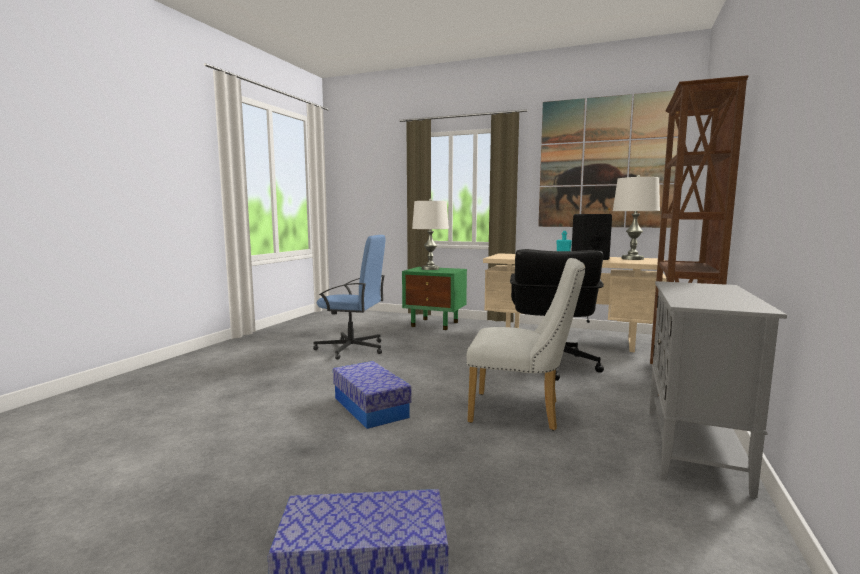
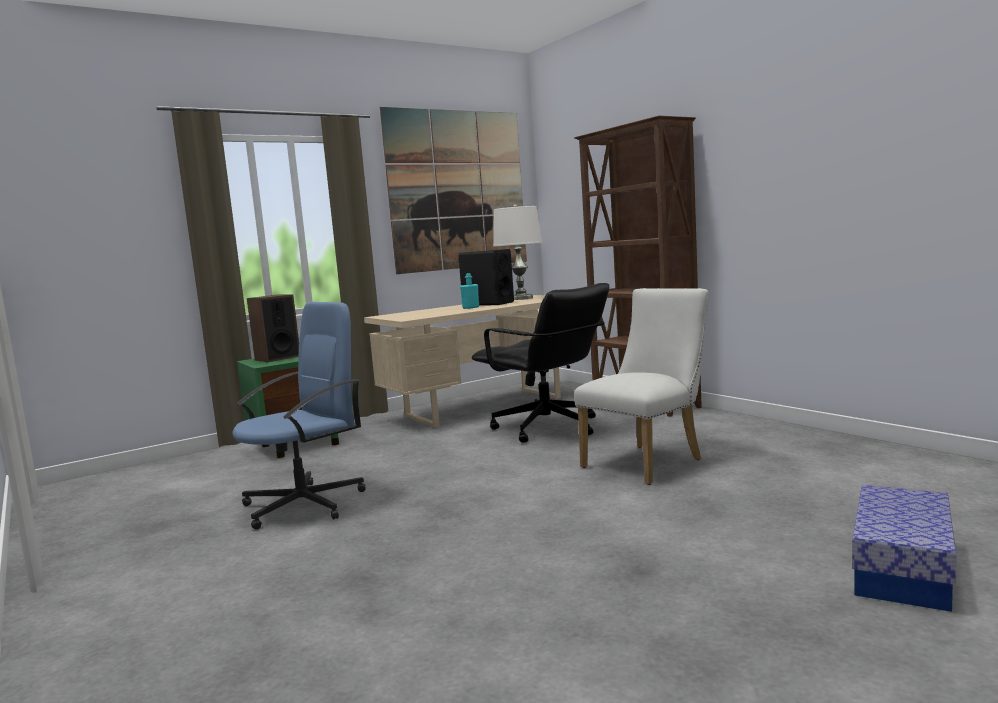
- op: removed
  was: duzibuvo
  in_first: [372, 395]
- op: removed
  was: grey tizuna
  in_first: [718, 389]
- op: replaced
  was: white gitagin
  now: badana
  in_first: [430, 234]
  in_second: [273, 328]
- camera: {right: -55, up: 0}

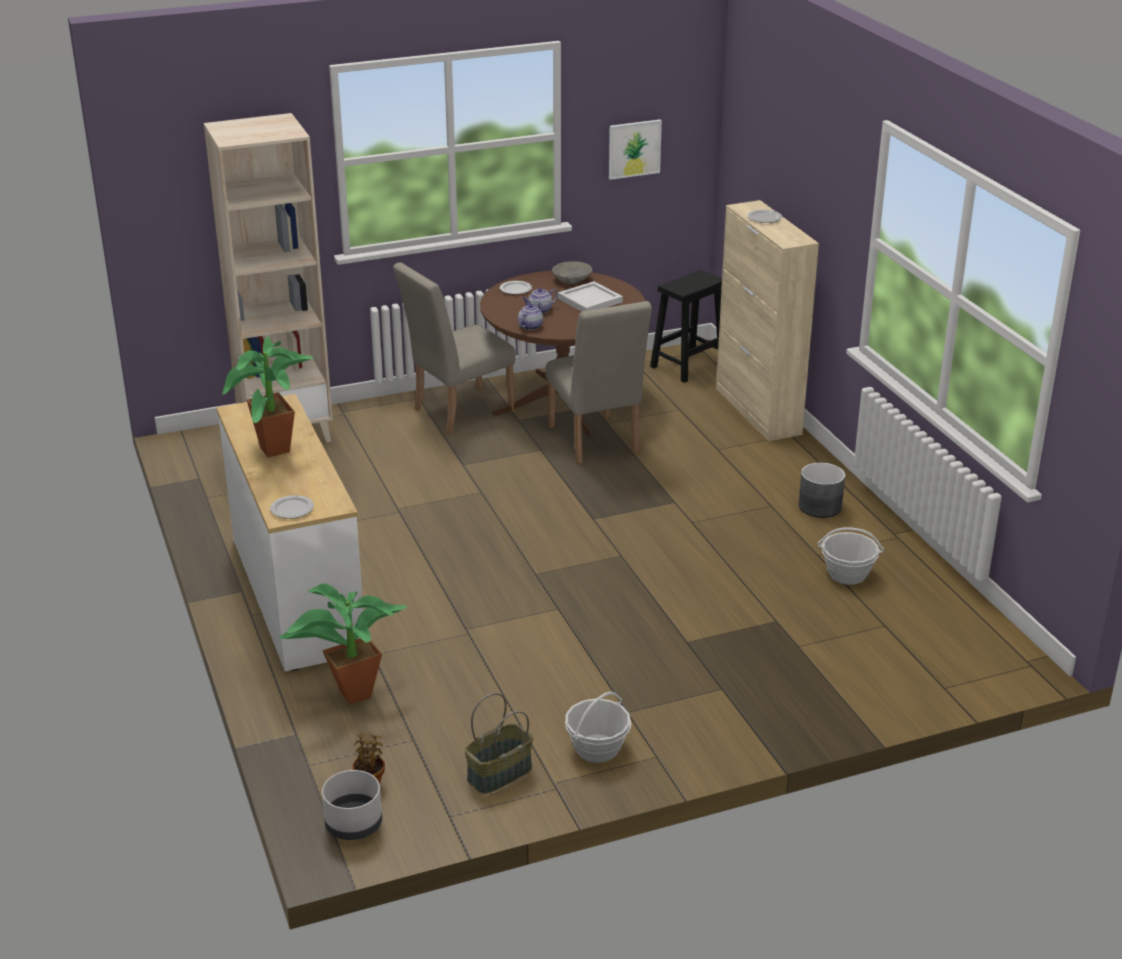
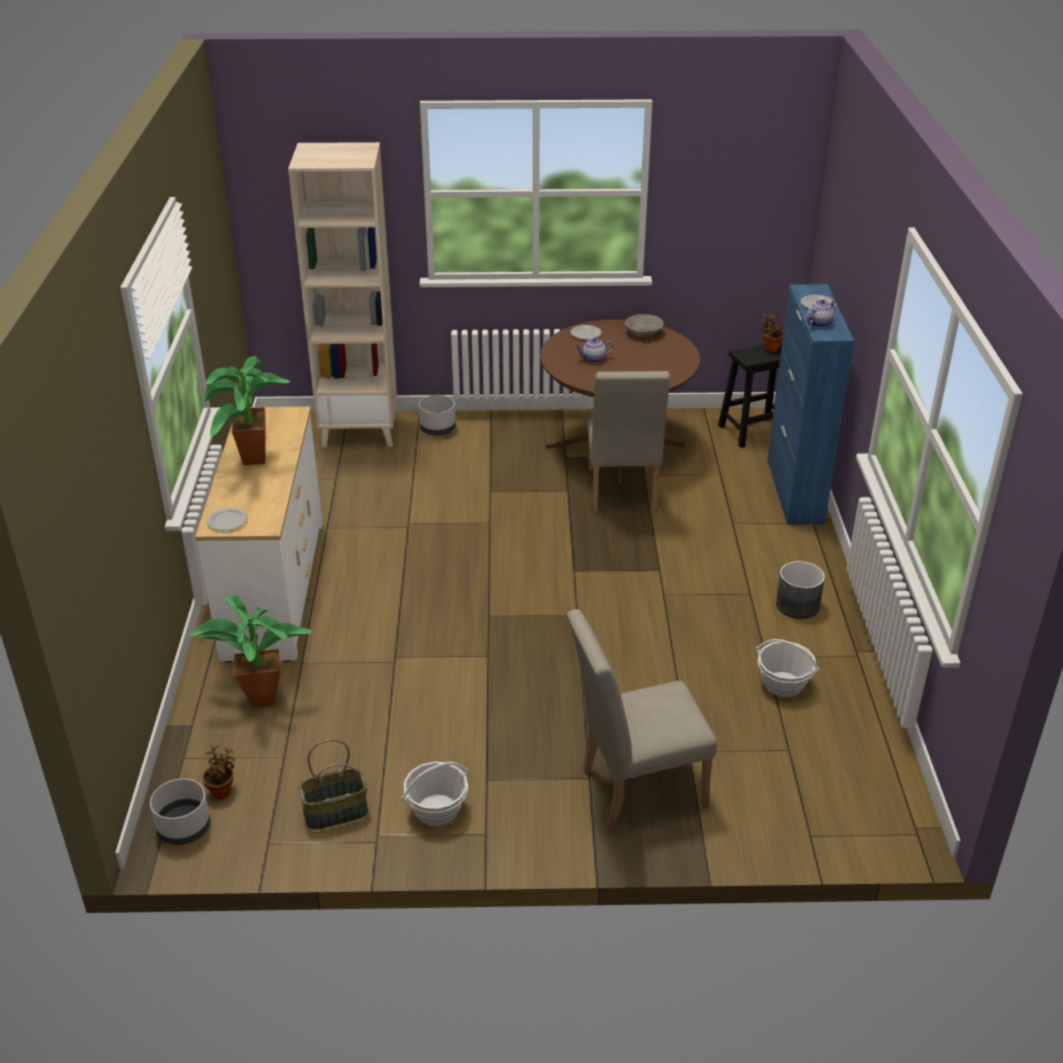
- op: removed
  was: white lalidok
  in_first: [590, 296]
- op: removed
  was: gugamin
  in_first: [635, 150]
- op: added
  now: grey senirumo
  in_second: [437, 415]
- op: added
  now: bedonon
  in_second: [772, 333]
- op: moved
  was: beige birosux
  in_first: [454, 348]
  in_second: [642, 719]
- op: moved
  was: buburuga
  in_first: [530, 316]
  in_second: [821, 313]
- op: recoloured
  was: beige tizuna
  now: blue tizuna
  in_first: [767, 320]
  in_second: [810, 404]
- camera: {right: 20, up: 5}

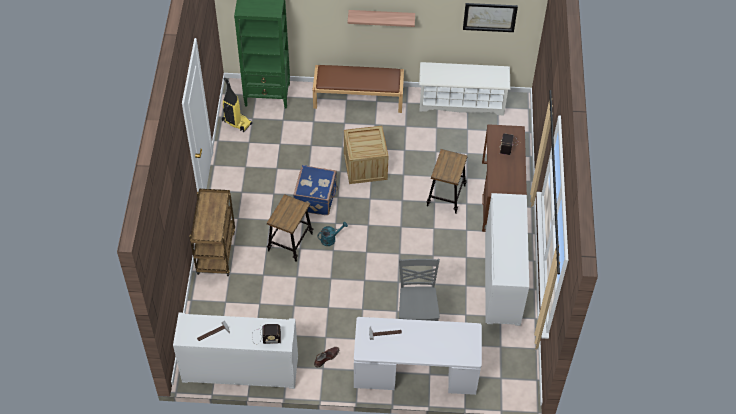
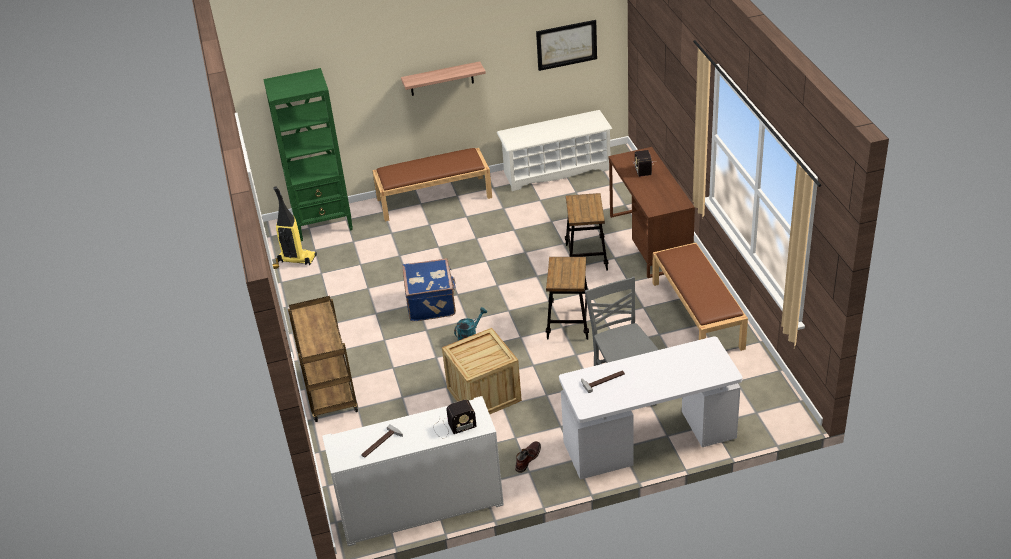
- op: moved
  was: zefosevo
  in_first: [290, 228]
  in_second: [567, 298]
- op: moved
  was: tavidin
  in_first: [366, 155]
  in_second: [482, 371]
- op: replaced
  was: white tizuna
  now: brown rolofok
  in_first: [507, 259]
  in_second: [700, 297]
- camera: {right: -15, up: -15}

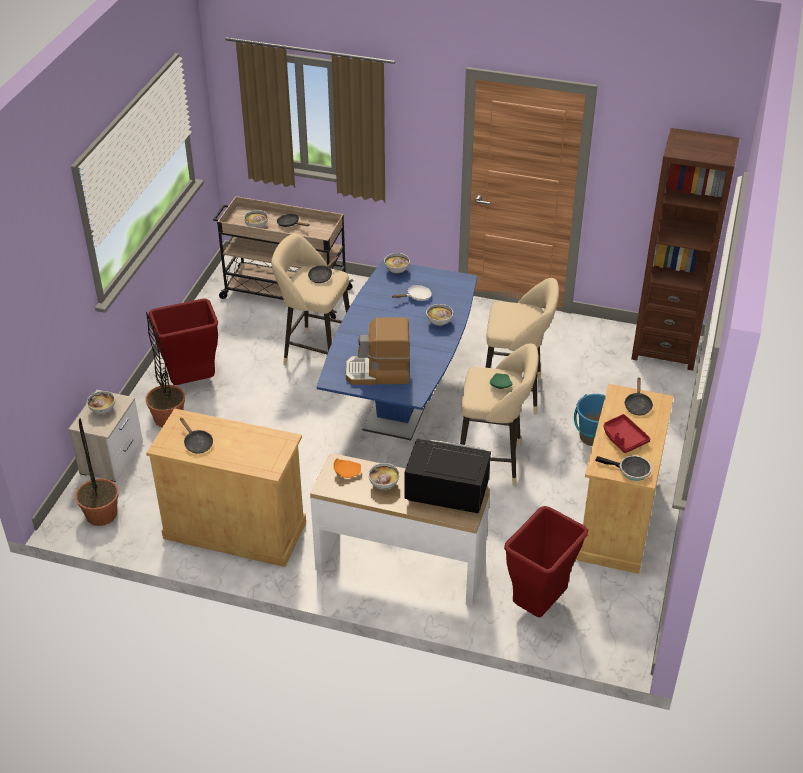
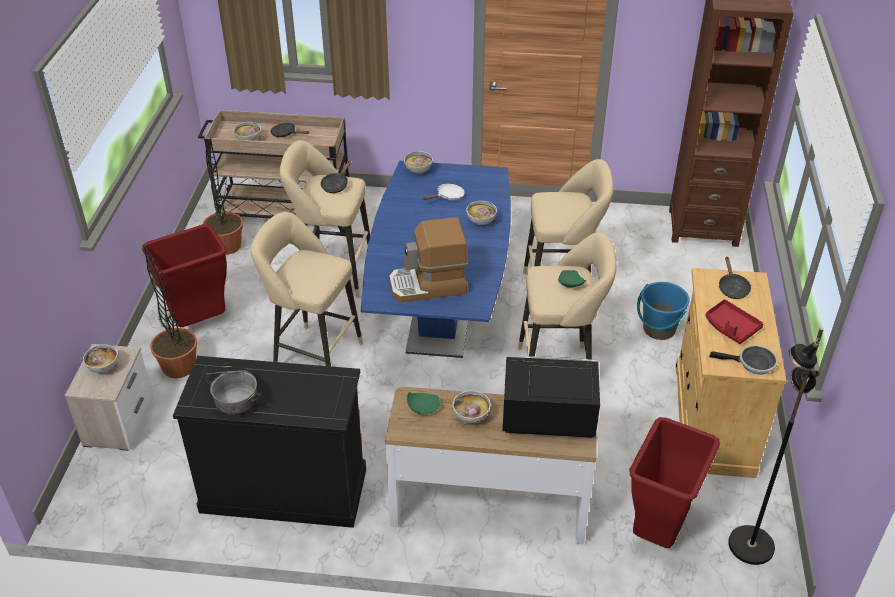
- op: added
  now: beige zefosevo
  in_second: [307, 289]
- op: added
  now: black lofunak
  in_second: [776, 446]
- op: moved
  was: bedonon
  in_first: [96, 472]
  in_second: [223, 196]
- op: replaced
  was: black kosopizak
  now: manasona
  in_first: [196, 436]
  in_second: [234, 389]
- op: recoloured
  was: beige tizuna
  now: black tizuna
  in_first: [226, 487]
  in_second: [269, 442]
- op: recoloured
  was: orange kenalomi
  now: green kenalomi
  in_first: [347, 468]
  in_second: [424, 403]
- camera: {right: -10, up: 0}

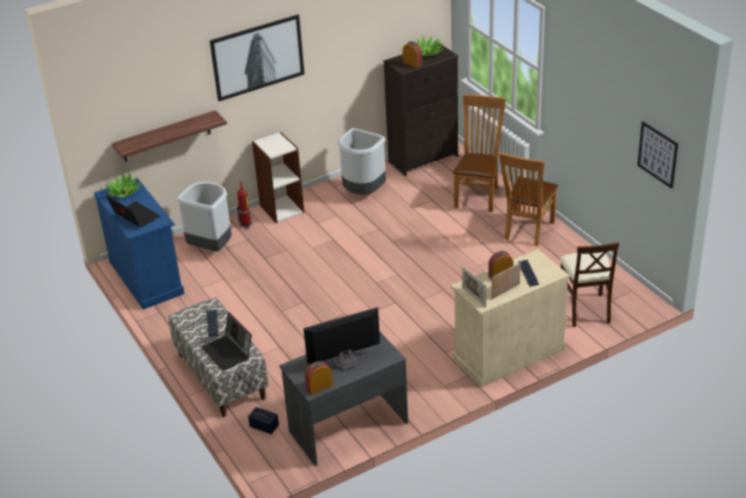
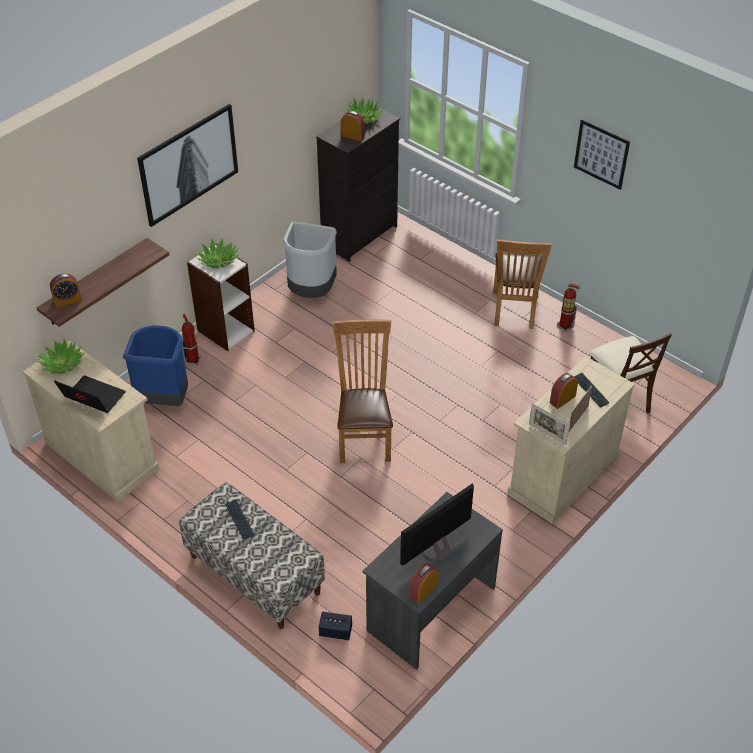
- op: removed
  was: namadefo
  in_first: [226, 341]
- op: added
  now: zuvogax
  in_second: [66, 290]
- op: added
  now: bedonon
  in_second: [218, 253]
- op: added
  now: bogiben
  in_second: [568, 307]
- op: moved
  was: brown birosux
  in_first: [479, 153]
  in_second: [363, 391]
- op: moved
  was: gugamin
  in_first: [657, 155]
  in_second: [602, 155]
- op: recoloured
  was: blue tizuna
  now: beige tizuna
  in_first: [139, 244]
  in_second: [91, 421]
- op: recoloured
  was: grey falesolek
  now: blue falesolek
  in_first: [204, 216]
  in_second: [155, 365]
- camera: {right: -20, up: 10}

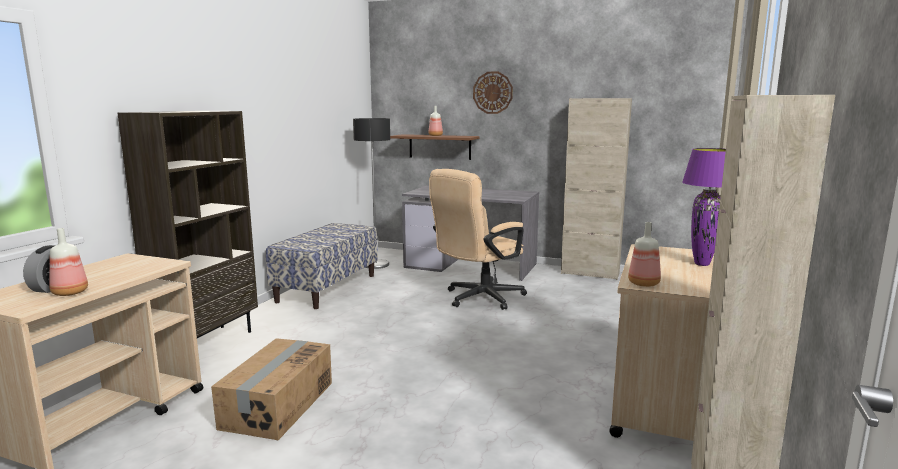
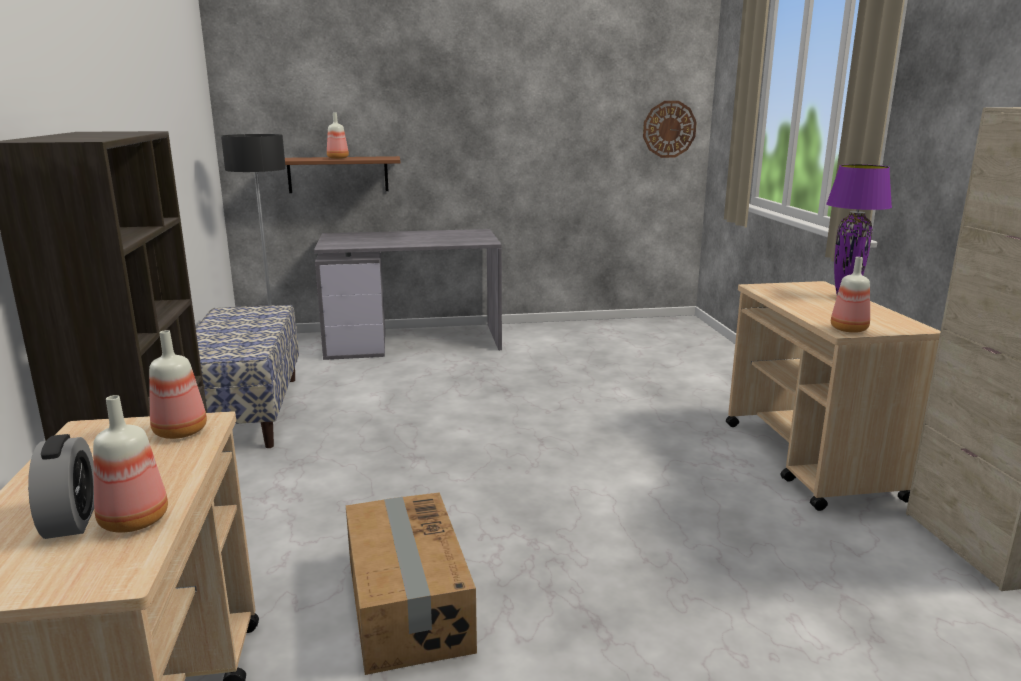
- op: removed
  was: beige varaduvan
  in_first: [478, 239]
- op: removed
  was: beige tizuna
  in_first: [596, 189]
- op: added
  now: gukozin
  in_second: [178, 384]
- op: moved
  was: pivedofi
  in_first: [493, 92]
  in_second: [670, 129]
- camera: {right: -30, up: 5}

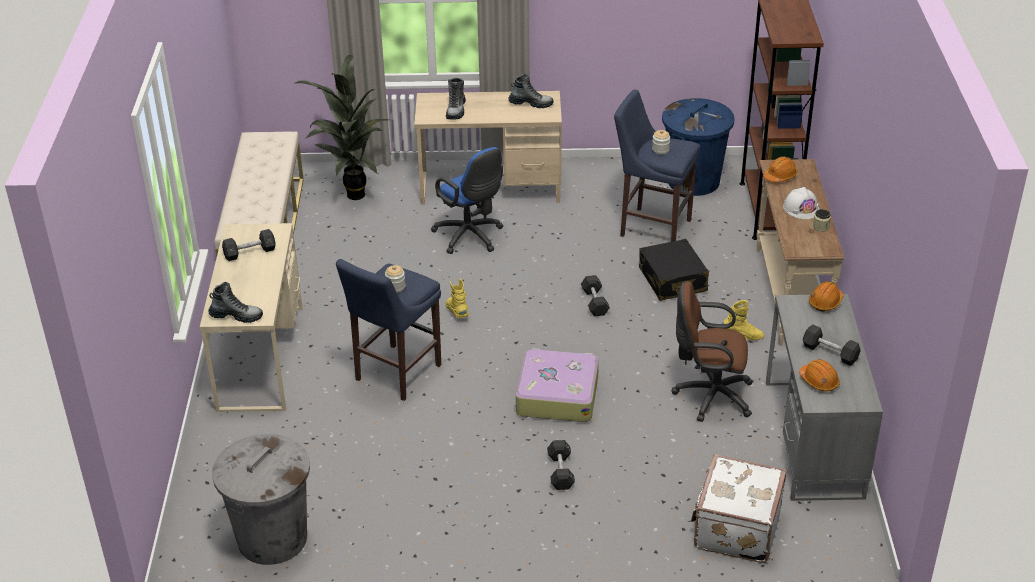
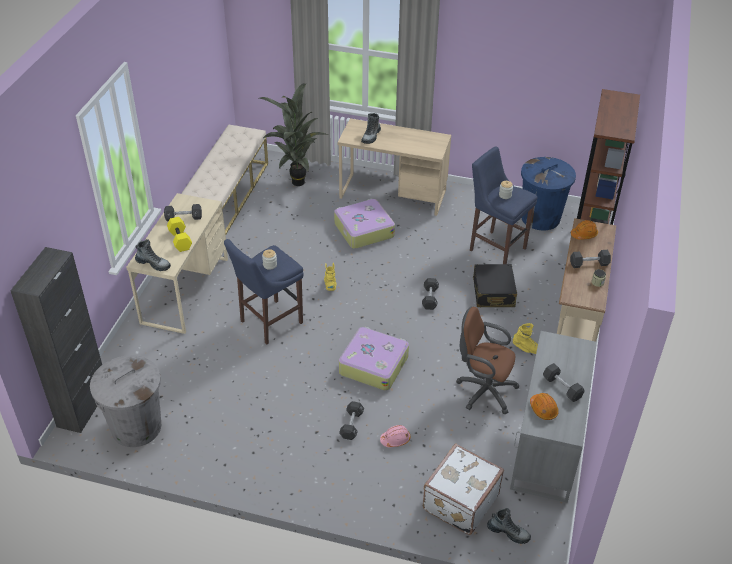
- op: removed
  was: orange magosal
  in_first: [826, 296]
- op: added
  now: black tizuna
  in_second: [56, 340]
- op: added
  now: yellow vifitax
  in_second: [179, 234]
- op: added
  now: pink magosal
  in_second: [395, 436]
- op: moved
  was: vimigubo
  in_first: [531, 91]
  in_second: [509, 526]
- op: replaced
  was: blue varaduvan
  now: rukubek
  in_first: [467, 200]
  in_second: [364, 224]
- op: replaced
  was: white magosal
  now: black vifitax
  in_first: [801, 203]
  in_second: [590, 259]
- camera: {right: 15, up: 5}

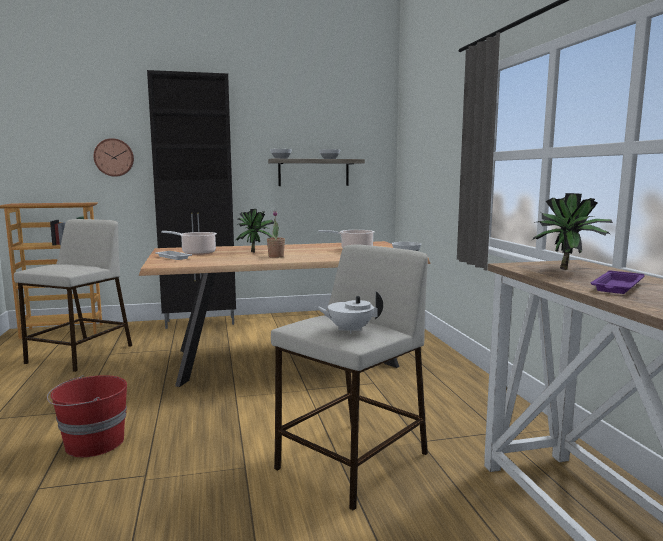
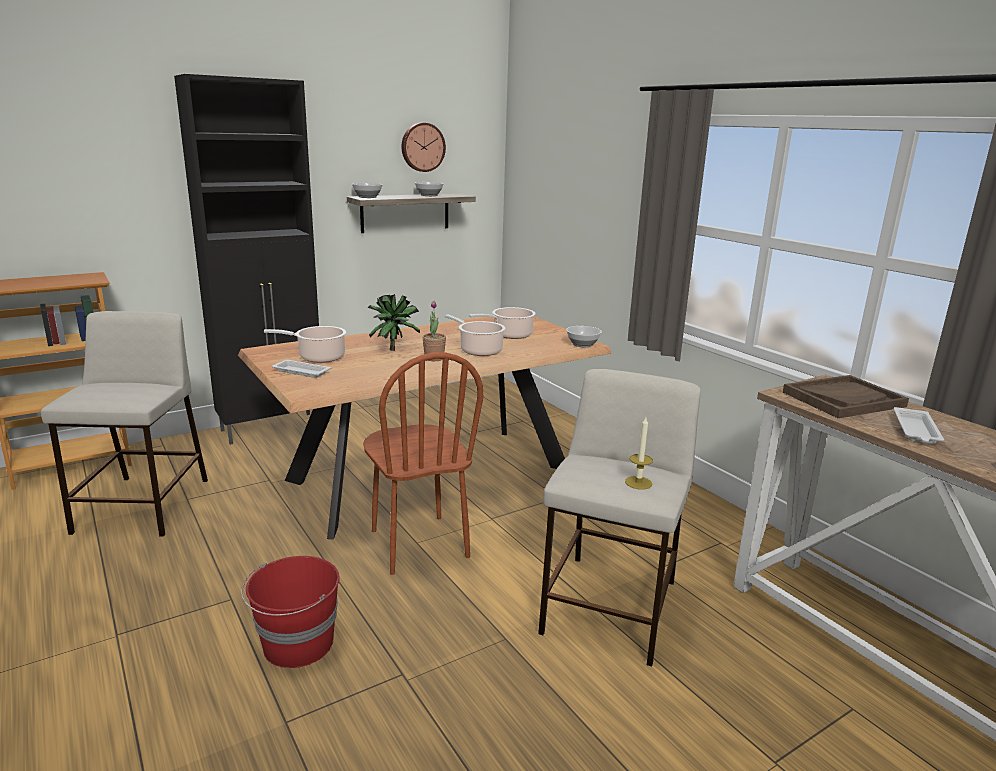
- op: added
  now: brown birosux
  in_second: [423, 463]
- op: added
  now: manasona
  in_second: [475, 335]
- op: moved
  was: pivedofi
  in_first: [114, 157]
  in_second: [423, 147]
- op: replaced
  was: white buburuga
  now: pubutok
  in_first: [349, 312]
  in_second: [639, 453]
- op: replaced
  was: bedonon
  now: brown lalidok
  in_first: [572, 231]
  in_second: [846, 396]
- op: recoloured
  was: purple lalidok
  now: white lalidok
  in_first: [618, 282]
  in_second: [919, 425]
- camera: {right: -20, up: 10}

